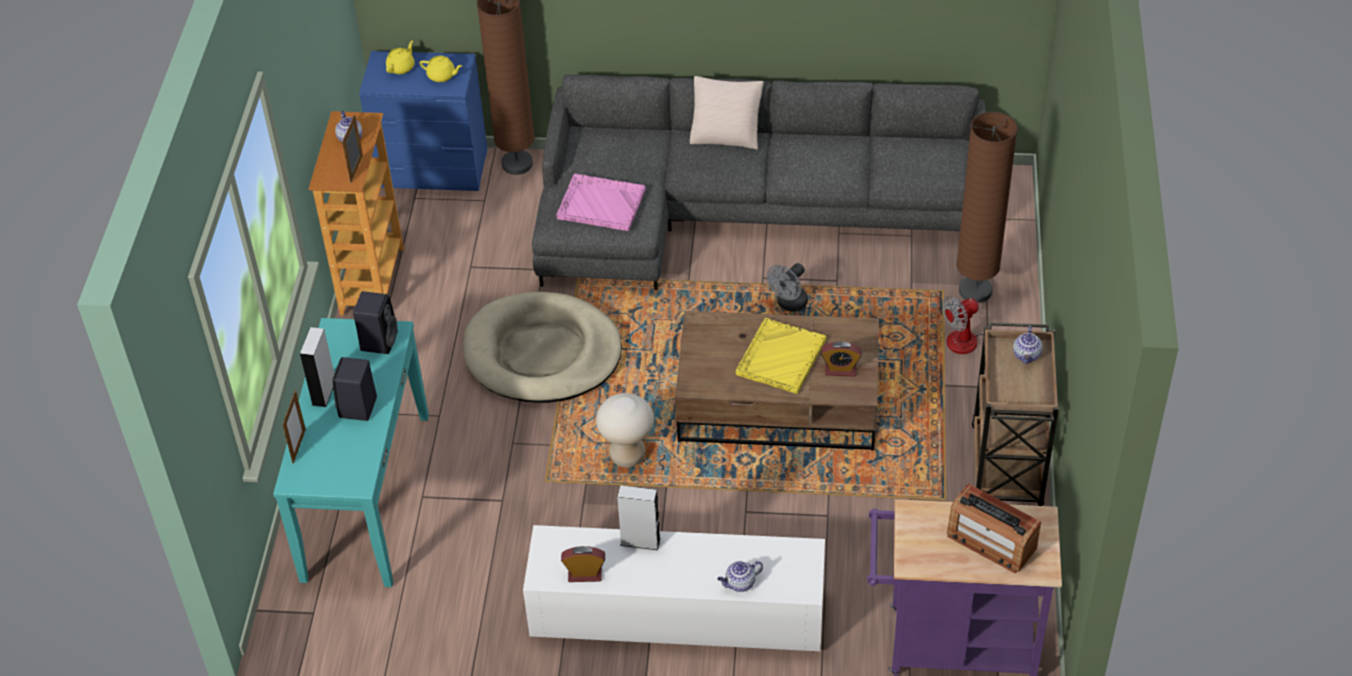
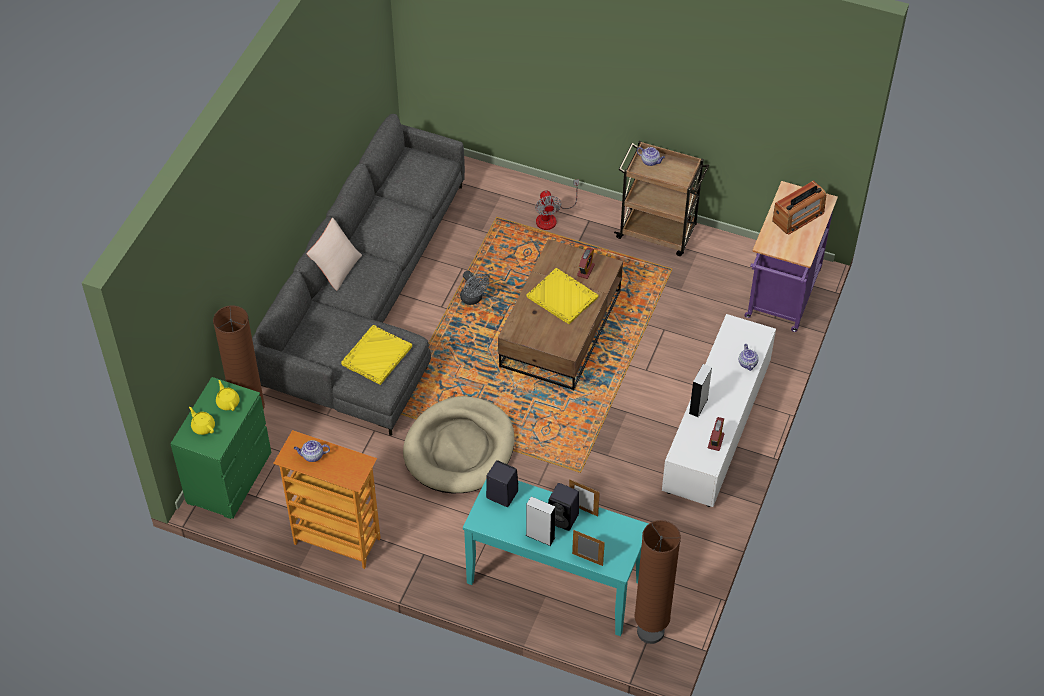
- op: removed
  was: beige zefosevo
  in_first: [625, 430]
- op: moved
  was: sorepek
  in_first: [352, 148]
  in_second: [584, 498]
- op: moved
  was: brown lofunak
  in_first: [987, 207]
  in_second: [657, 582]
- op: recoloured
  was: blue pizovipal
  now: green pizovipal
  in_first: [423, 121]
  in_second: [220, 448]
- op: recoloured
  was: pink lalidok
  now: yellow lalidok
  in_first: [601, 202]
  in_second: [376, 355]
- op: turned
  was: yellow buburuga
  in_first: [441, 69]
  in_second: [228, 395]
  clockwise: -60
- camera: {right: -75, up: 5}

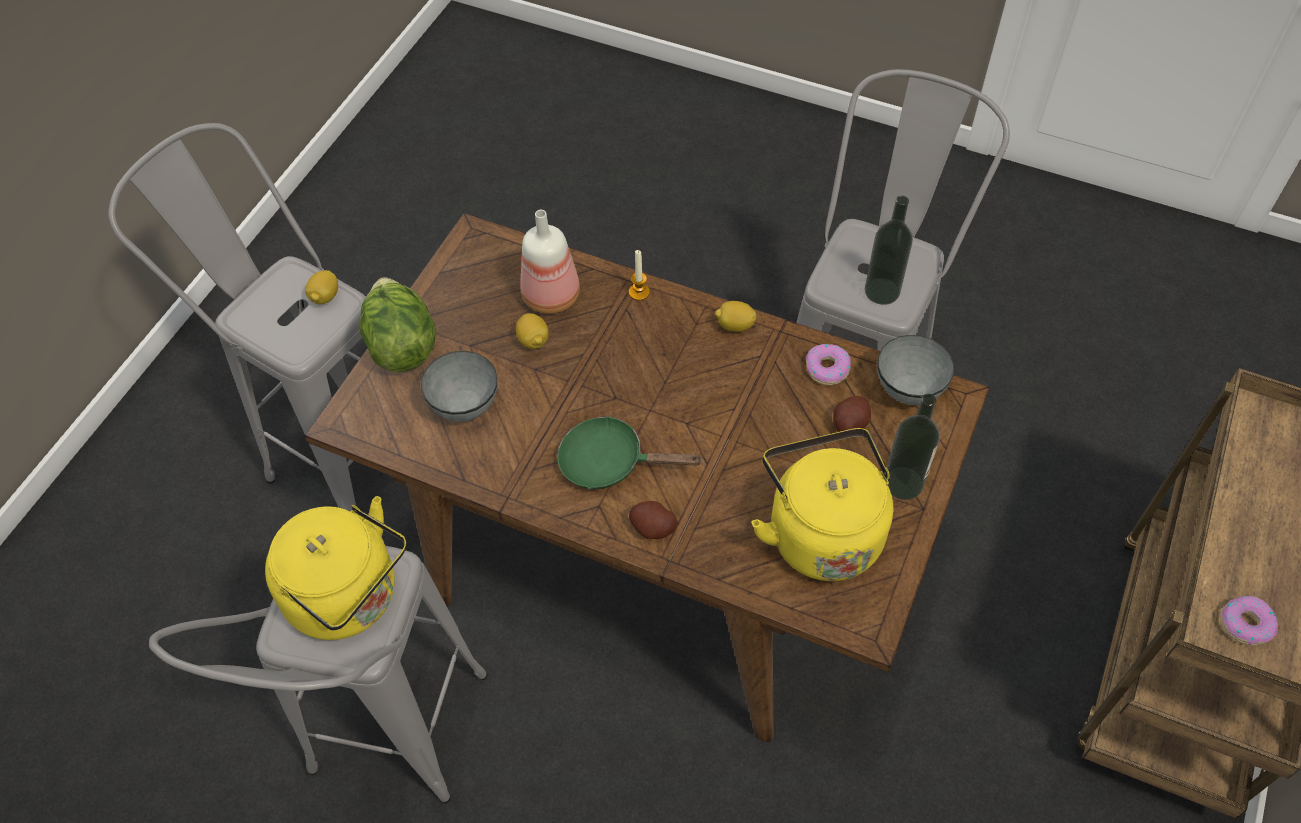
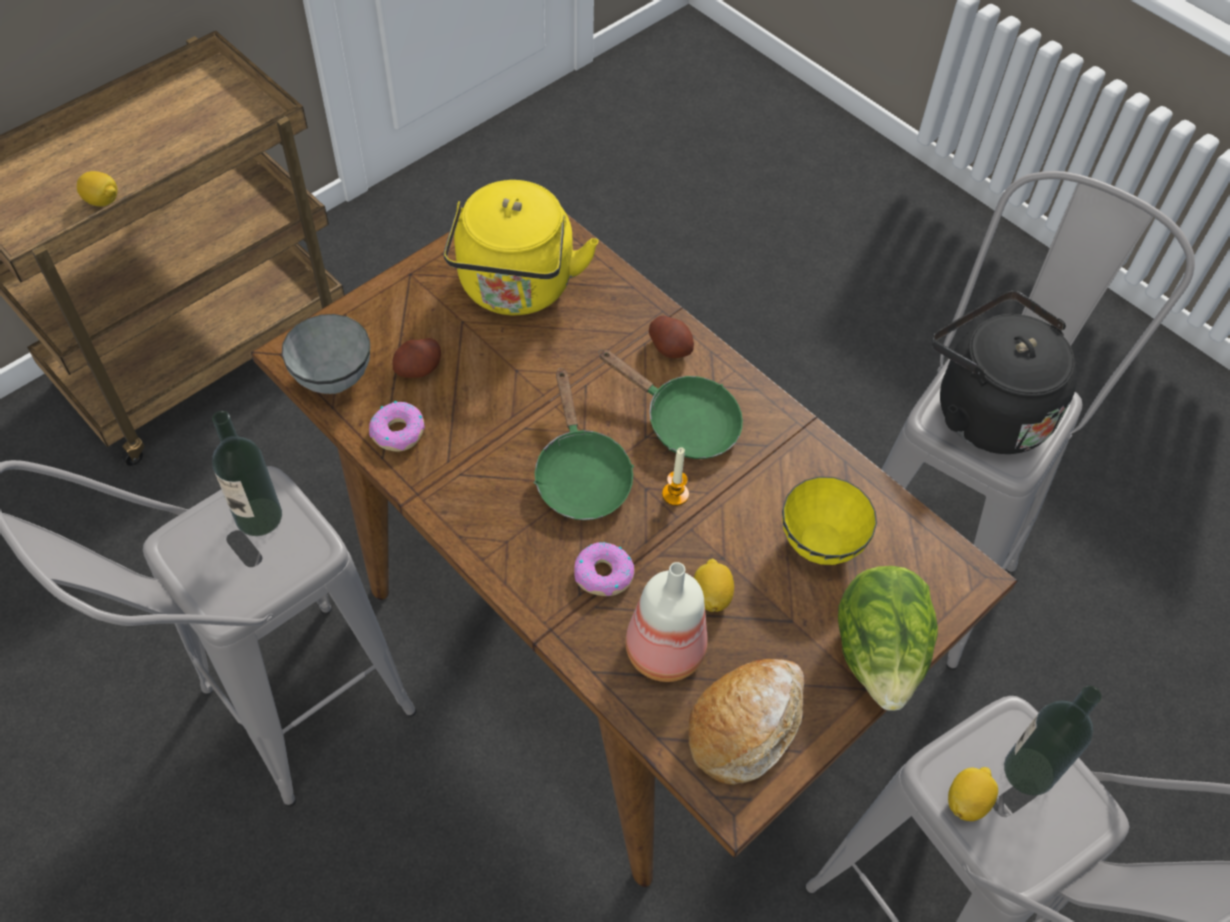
- op: added
  now: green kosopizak
  in_second: [584, 444]
- op: added
  now: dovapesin
  in_second: [746, 722]
- op: moved
  was: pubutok
  in_first: [639, 275]
  in_second: [675, 476]
- op: moved
  was: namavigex
  in_first: [736, 316]
  in_second: [97, 189]
- op: moved
  was: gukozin
  in_first: [912, 447]
  in_second: [1052, 741]
- op: moved
  was: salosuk
  in_first: [1249, 620]
  in_second: [604, 569]
- op: recoloured
  was: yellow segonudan
  now: black segonudan
  in_first: [336, 568]
  in_second: [1004, 372]
- op: recoloured
  was: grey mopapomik
  now: yellow mopapomik
  in_first: [459, 386]
  in_second: [829, 520]
- camera: {right: -160, up: 0}

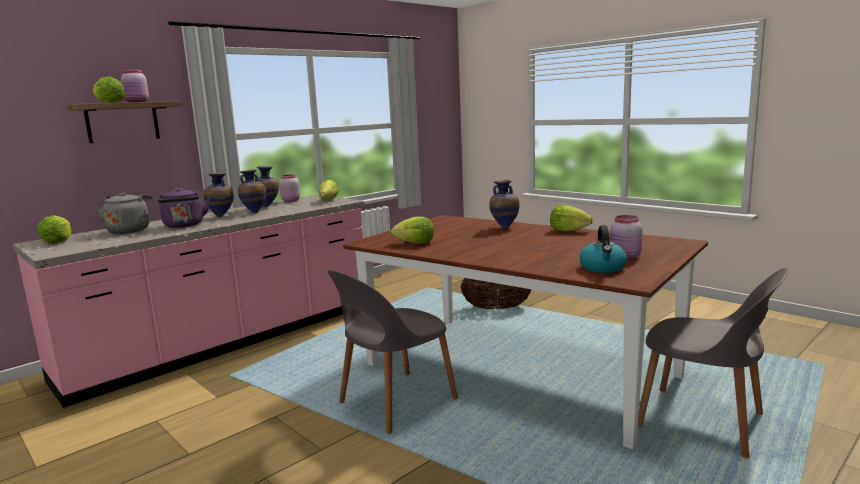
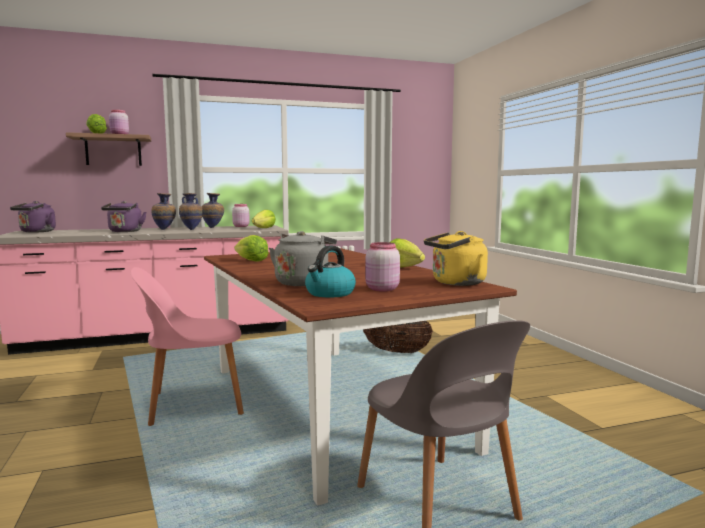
- op: removed
  was: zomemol
  in_first: [504, 204]
- op: added
  now: yellow segonudan
  in_second: [456, 258]
- op: moved
  was: grey segonudan
  in_first: [124, 213]
  in_second: [303, 258]
- op: replaced
  was: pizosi
  now: purple segonudan
  in_first: [54, 229]
  in_second: [33, 217]
- op: recoloured
  was: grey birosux
  now: pink birosux
  in_first: [392, 351]
  in_second: [187, 346]
- camera: {right: 25, up: -5}

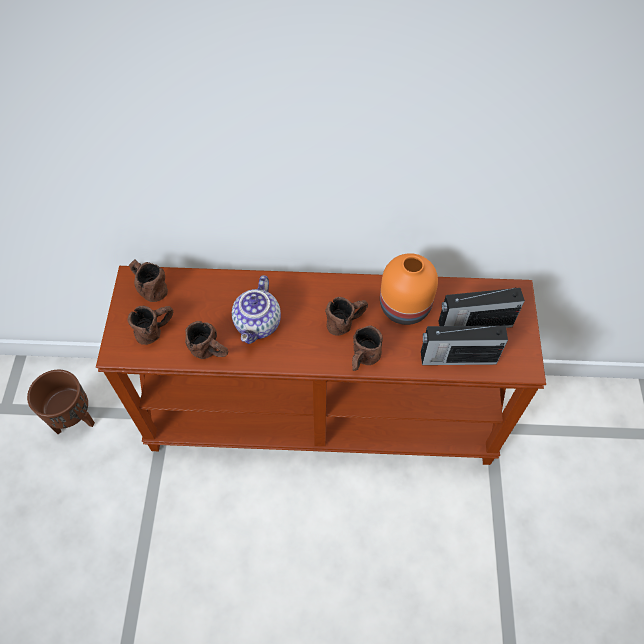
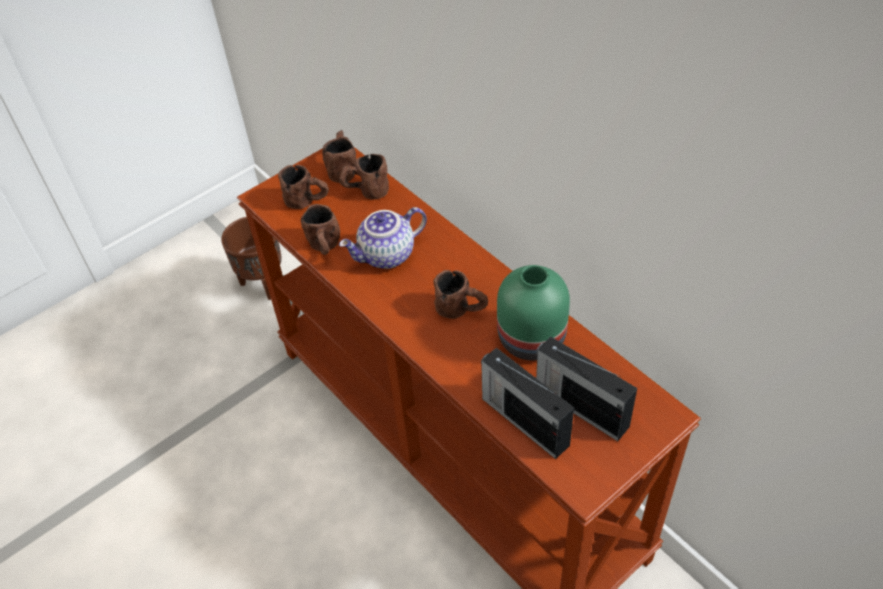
- op: moved
  was: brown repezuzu
  in_first: [367, 348]
  in_second: [364, 176]
- op: recoloured
  was: orange zomemol
  now: green zomemol
  in_first: [409, 289]
  in_second: [533, 313]
- camera: {right: 50, up: -10}

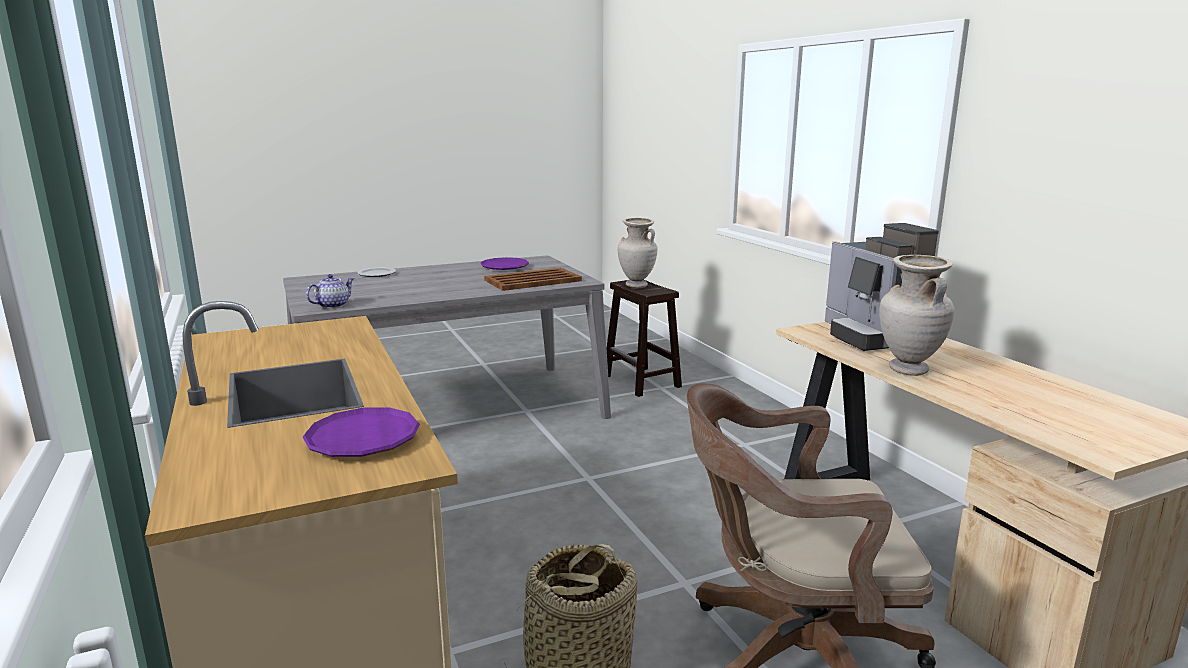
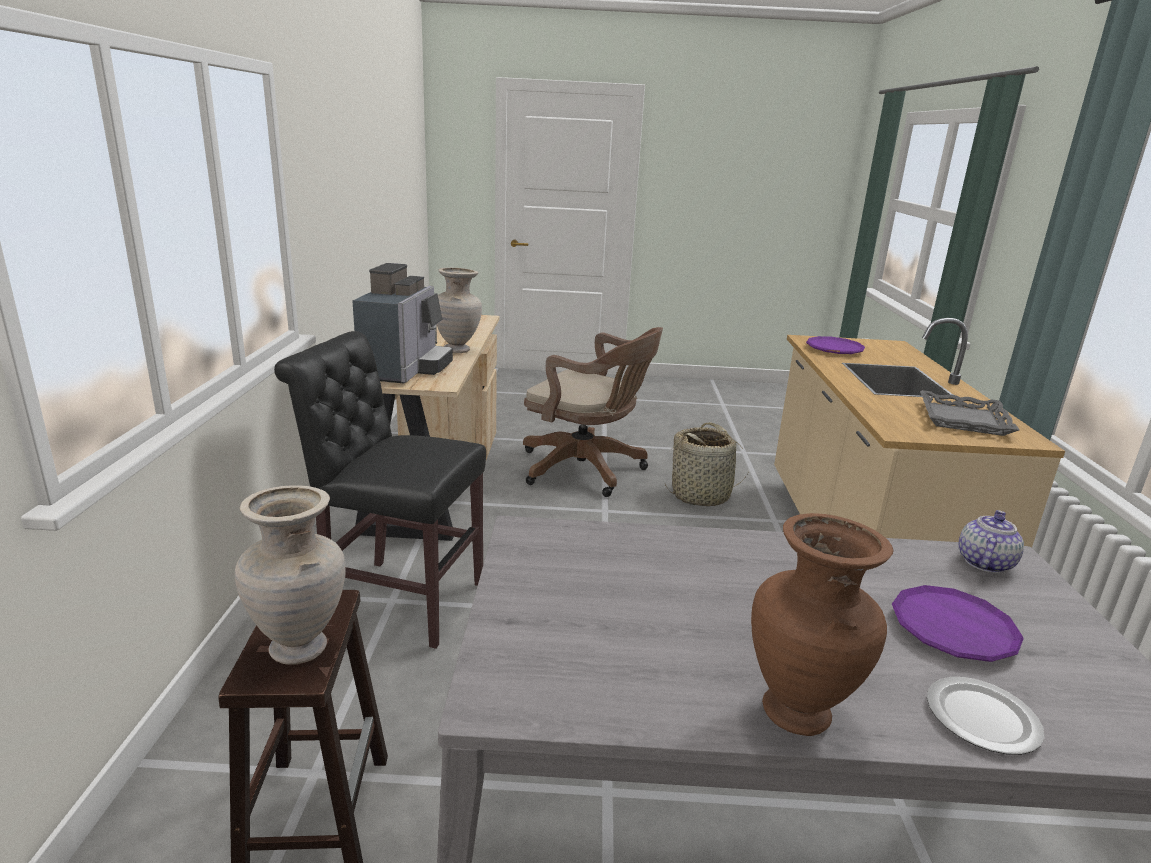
- op: removed
  was: brown lalidok
  in_first: [533, 279]
- op: added
  now: black birosux
  in_second: [380, 490]
- op: added
  now: brown zomemol
  in_second: [822, 624]
- op: added
  now: grey lalidok
  in_second: [969, 413]
- op: moved
  was: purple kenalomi
  in_first: [504, 263]
  in_second: [958, 623]
- op: turned
  was: buburuga
  in_first: [330, 291]
  in_second: [991, 541]
  clockwise: 150
- camera: {right: -155, up: 5}

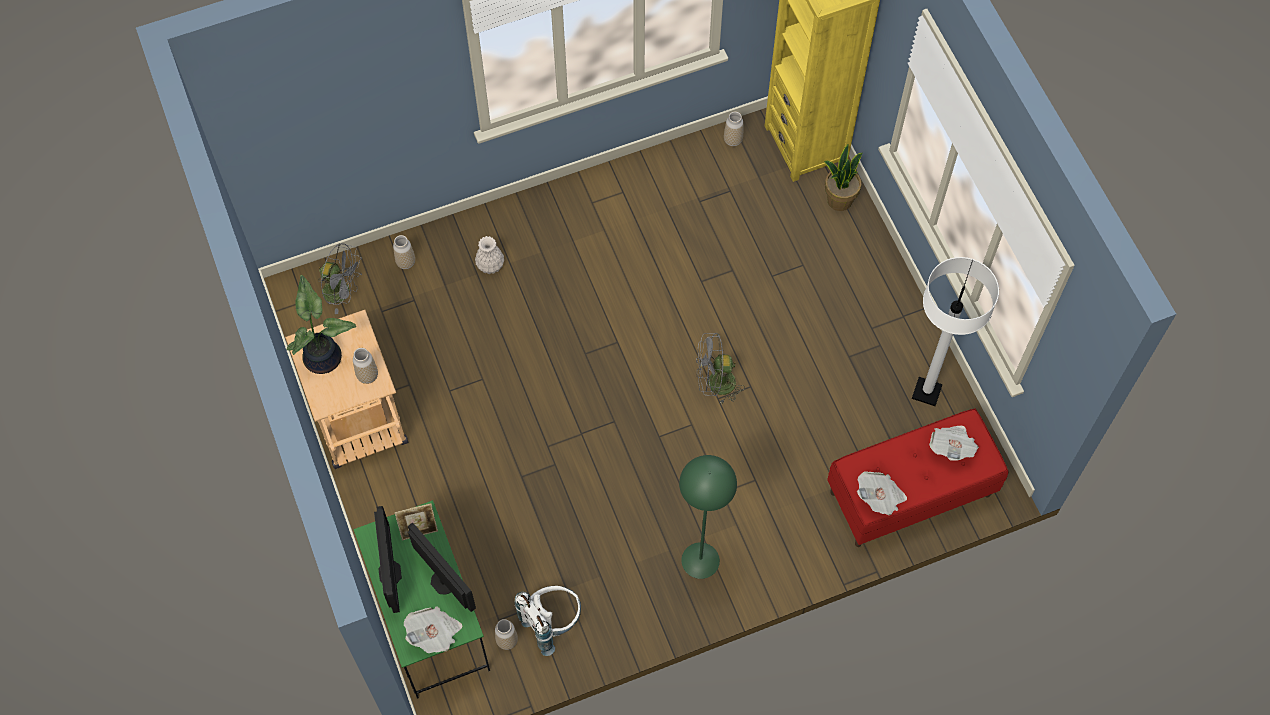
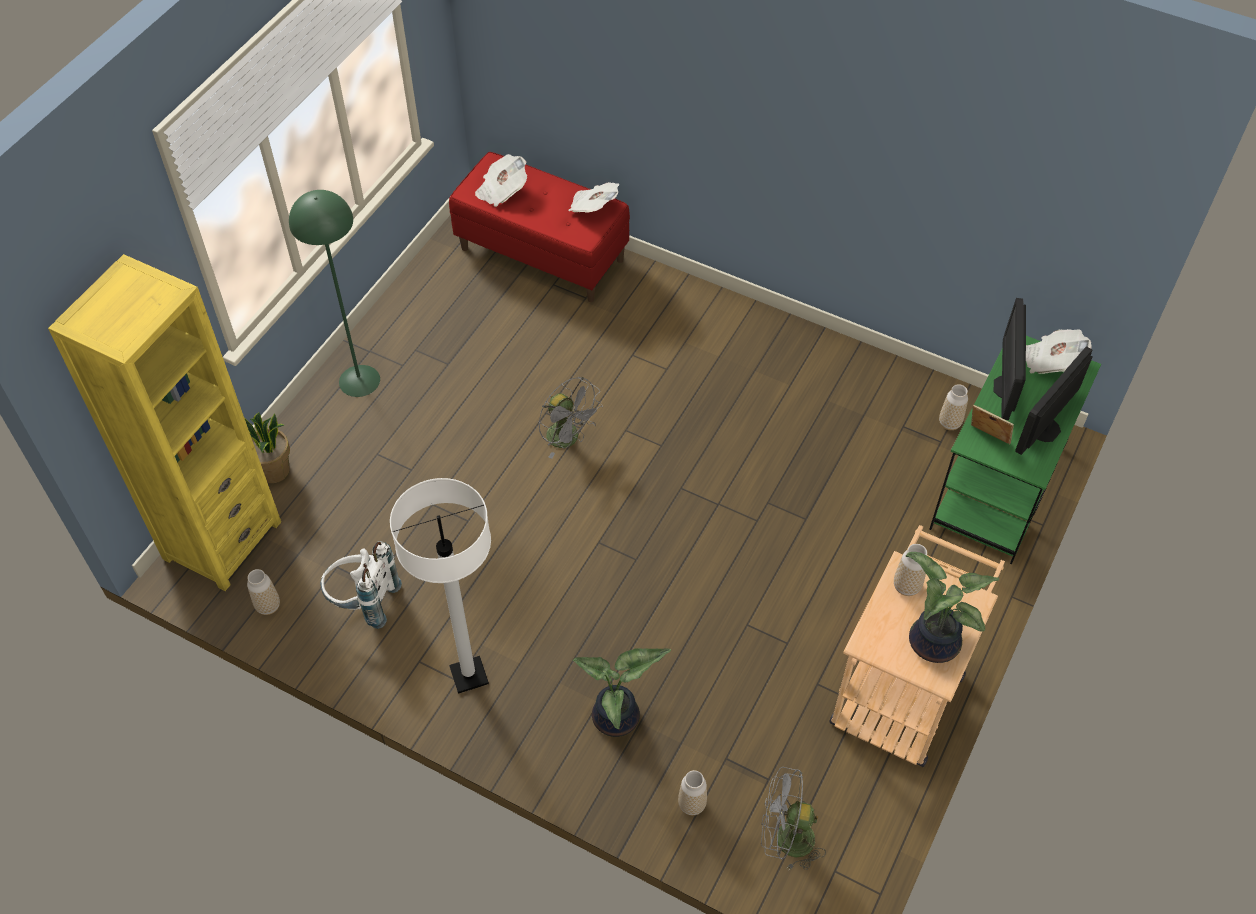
- op: moved
  was: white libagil
  in_first: [547, 621]
  in_second: [361, 585]
- op: moved
  was: green lofunak
  in_first: [708, 517]
  in_second: [334, 293]
- op: moved
  was: white lofunak
  in_first: [955, 331]
  in_second: [440, 586]
- op: replaced
  was: white zomemol
  now: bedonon
  in_first: [489, 255]
  in_second: [622, 692]
- op: turned
  was: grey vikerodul
  in_first: [340, 278]
  in_second: [793, 819]
  clockwise: -60
- camera: {right: -130, up: -10}

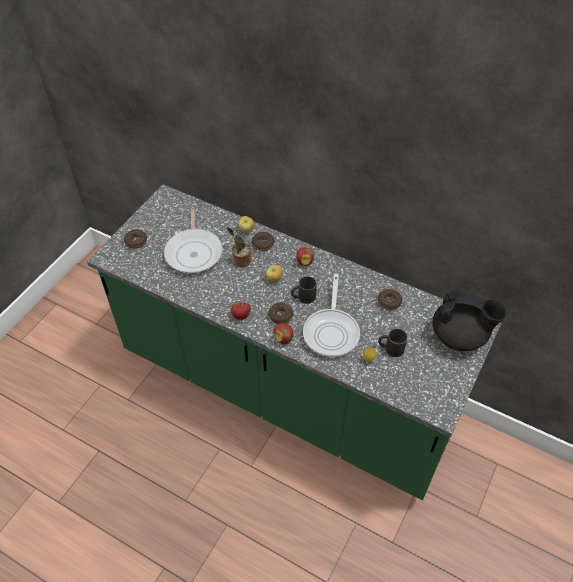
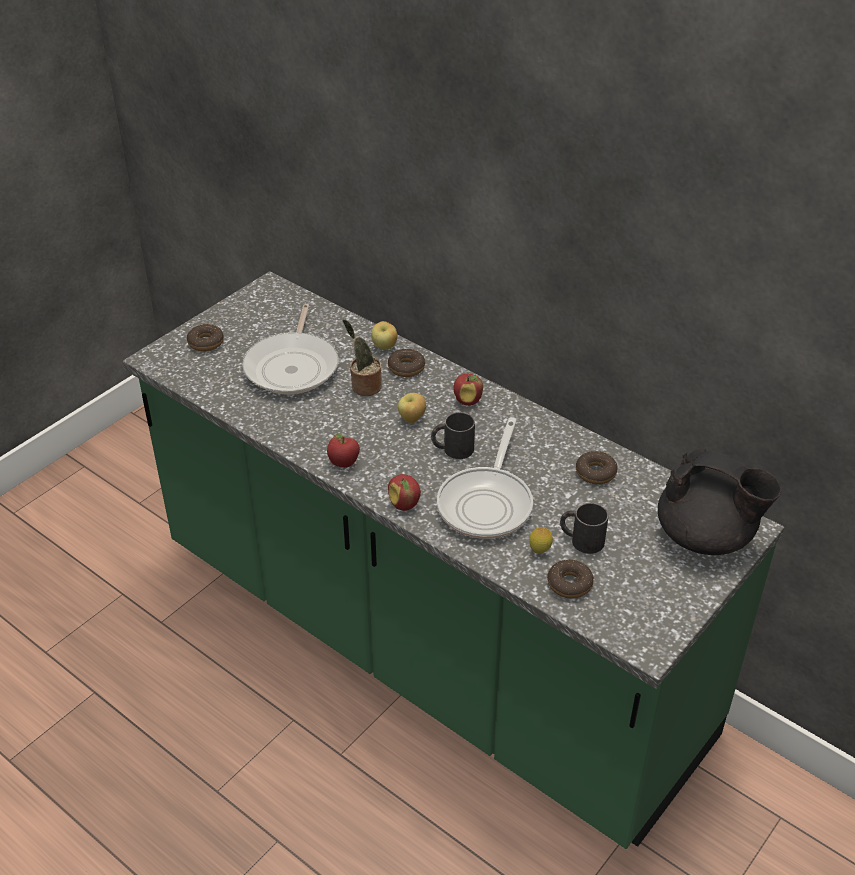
- op: moved
  was: salosuk
  in_first: [280, 313]
  in_second: [570, 579]
- camera: {right: 10, up: -10}

